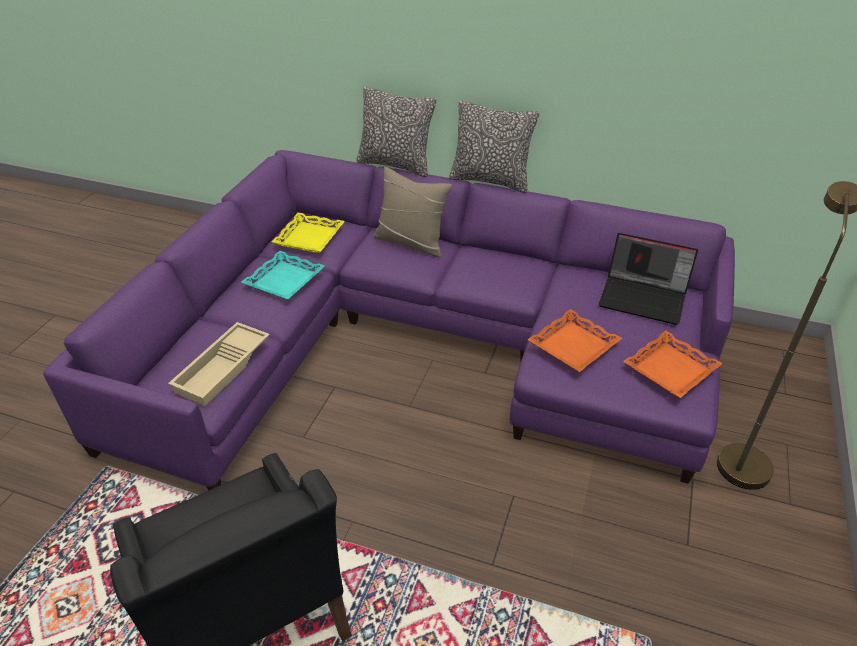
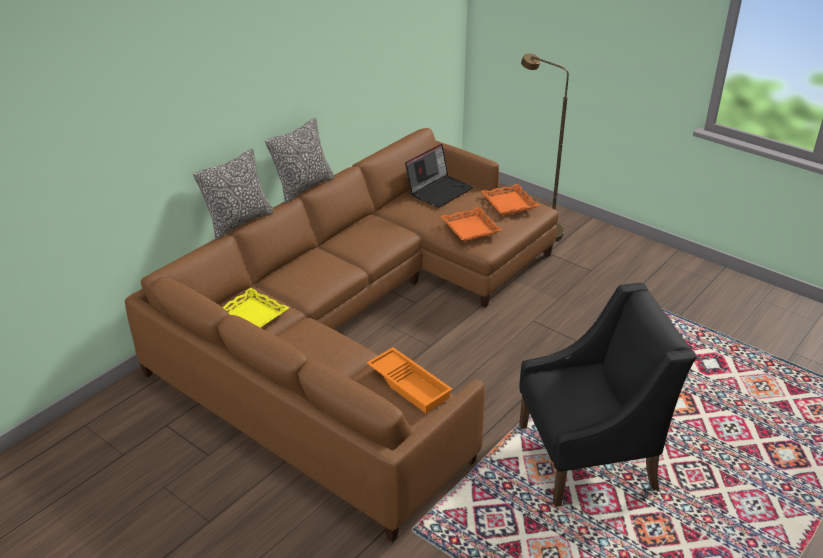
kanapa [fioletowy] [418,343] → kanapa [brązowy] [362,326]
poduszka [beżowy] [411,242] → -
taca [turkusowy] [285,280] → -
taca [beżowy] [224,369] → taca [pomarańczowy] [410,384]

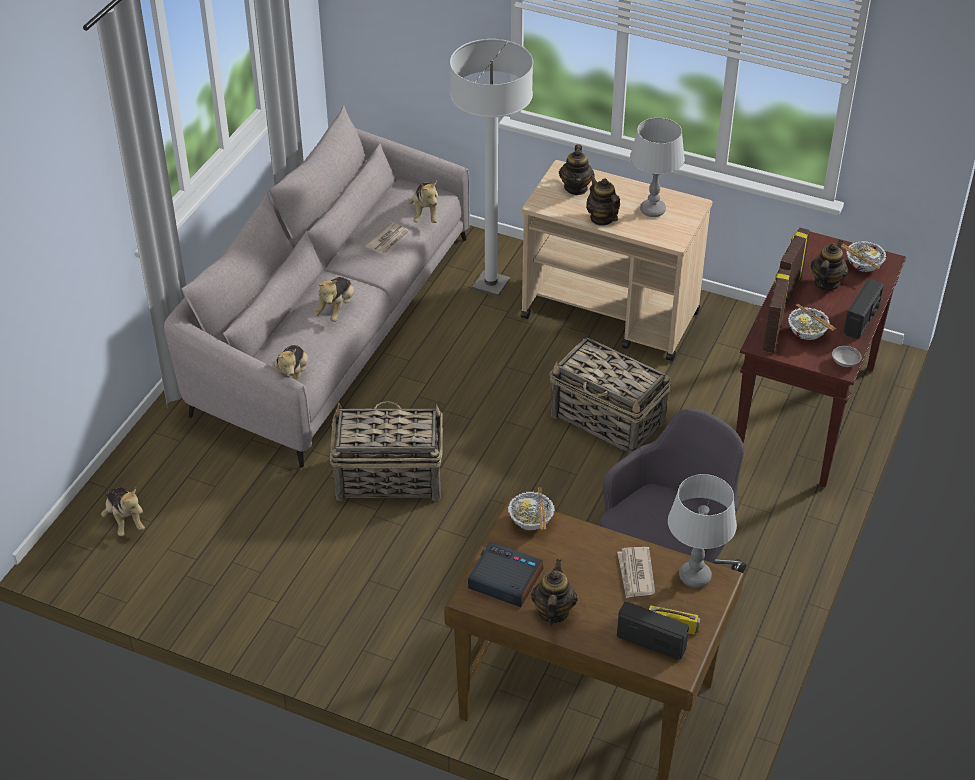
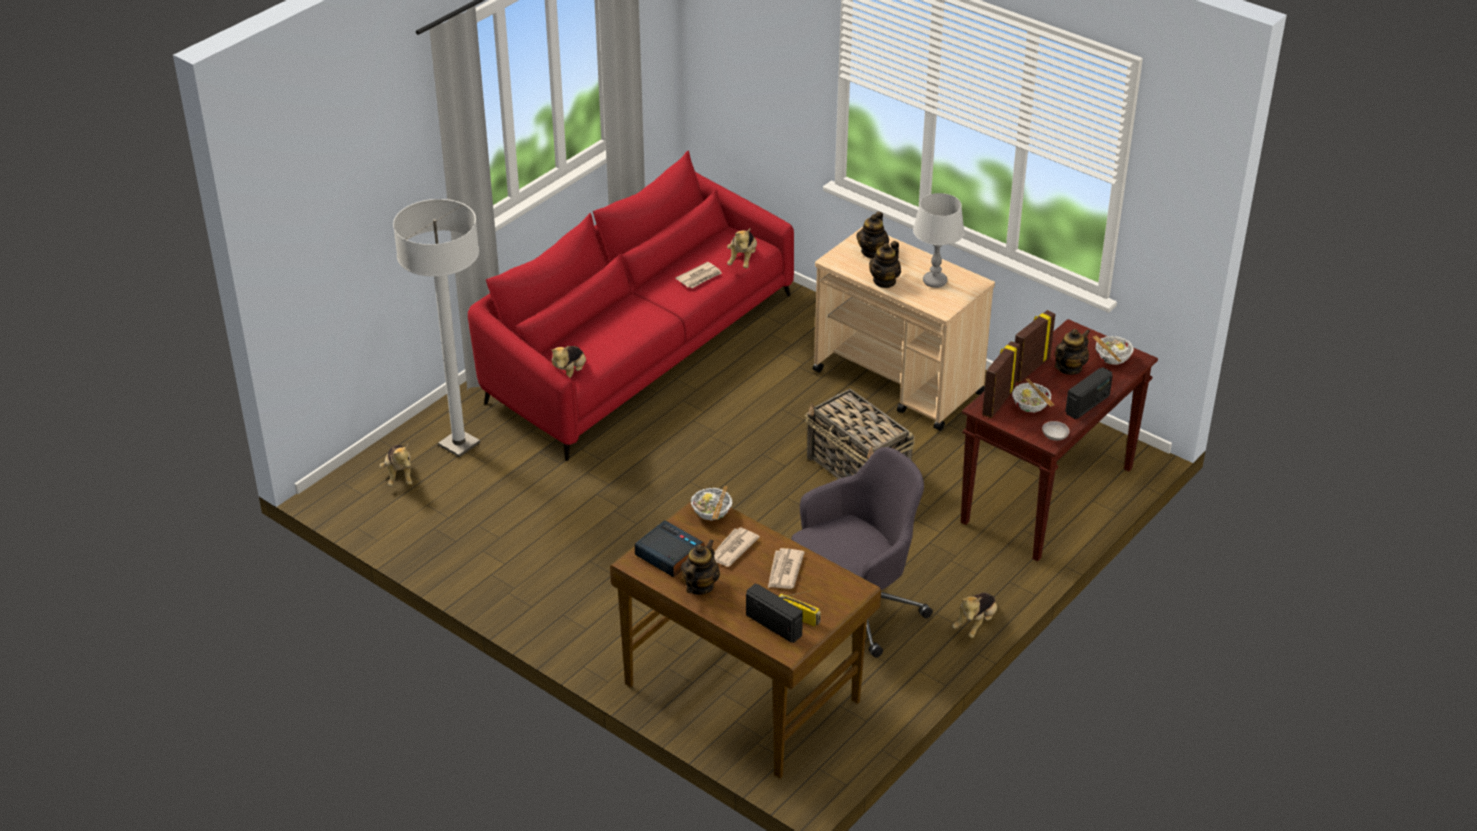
lampa stojąca [biały] [491,285] → lampa stojąca [biały] [459,444], shifted
kanapa [szary] [329,326] → kanapa [czerwony] [635,349]
imbryk [602,218] → imbryk [884,281], 135 degrees counterclockwise
pluszak [336,309] → pluszak [976,623], shifted
koszyk [387,477] → -
lampa stołowa [szary] [695,576] → -
- → gazeta [732,549]

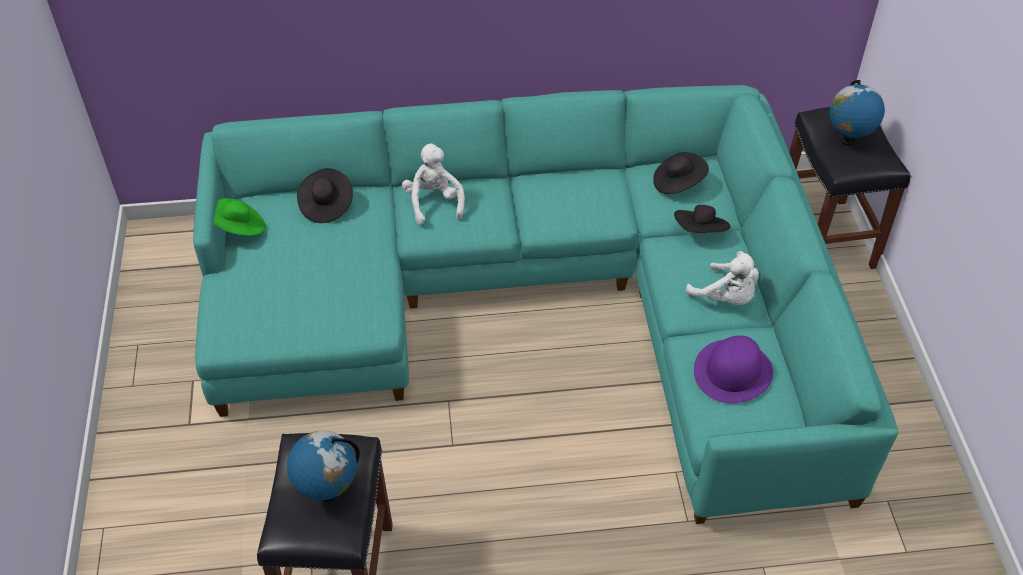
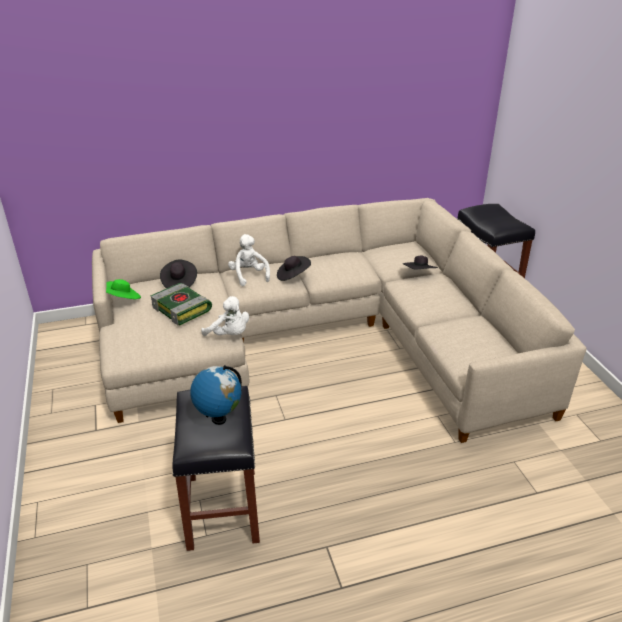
globus [848,140] → -
kanapa [turkusowy] [537,303] → kanapa [beżowy] [320,338]
kapelusz [czarny] [678,183] → kapelusz [czarny] [293,276], shifted
pluszak [biały] [726,298] → pluszak [biały] [229,335], shifted
kapelusz [fioletowy] [733,371] → -
- → książka [183,309]

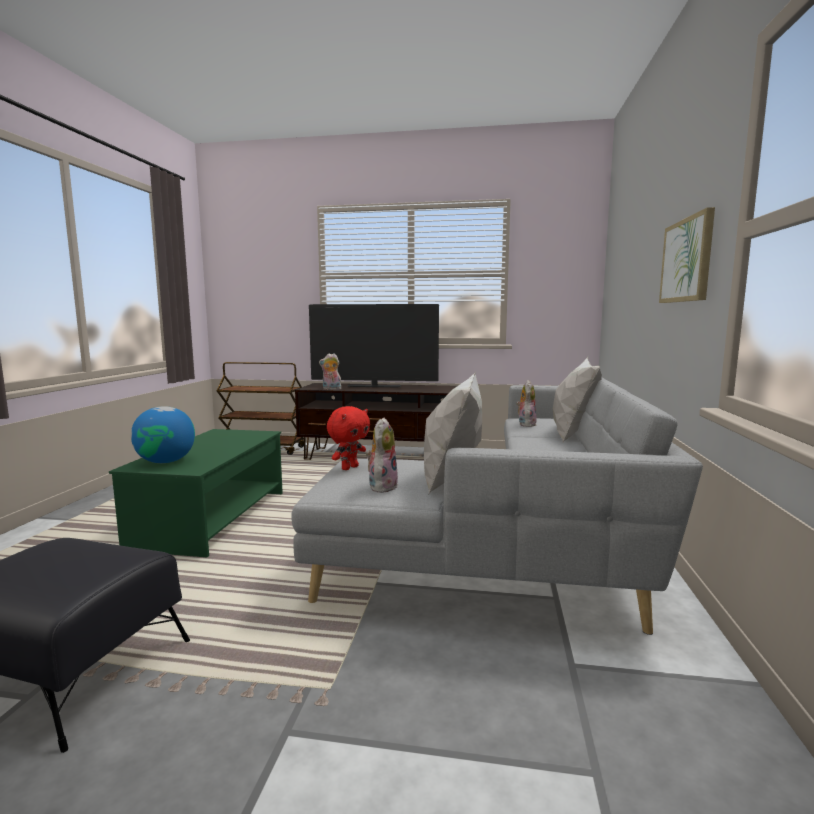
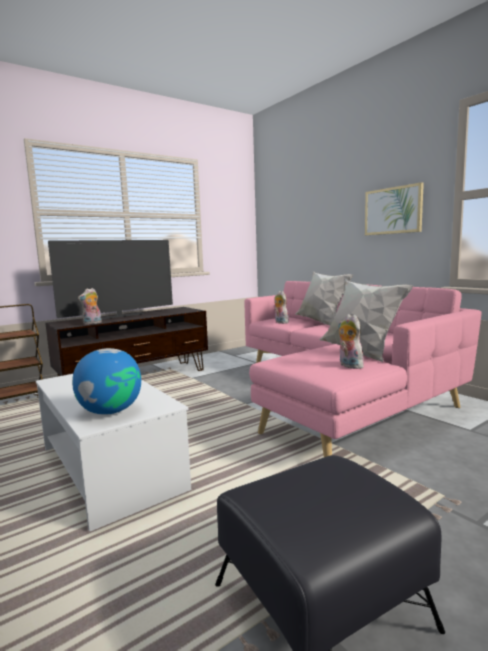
kanapa [szary] [518,544] → kanapa [różowy] [339,396]
pluszak [czerwony] [349,467] → -
ława [zielony] [212,519] → ława [biały] [110,468]

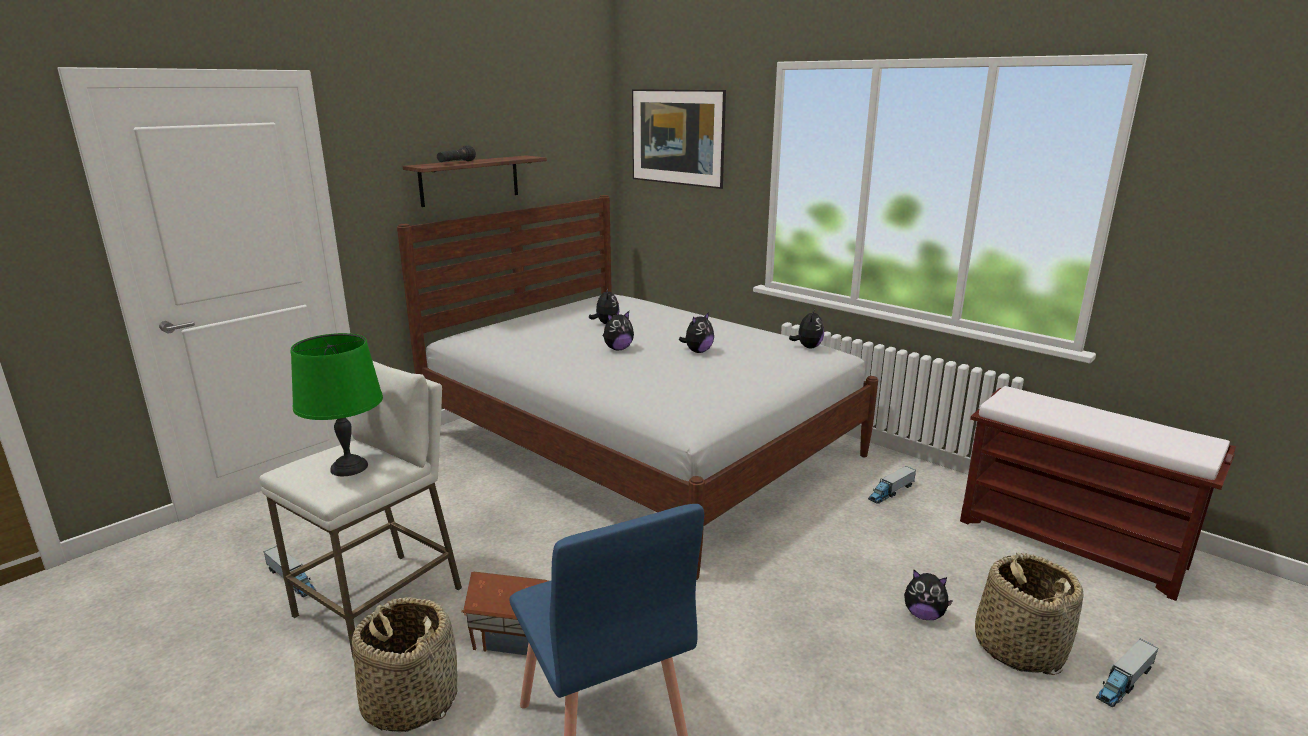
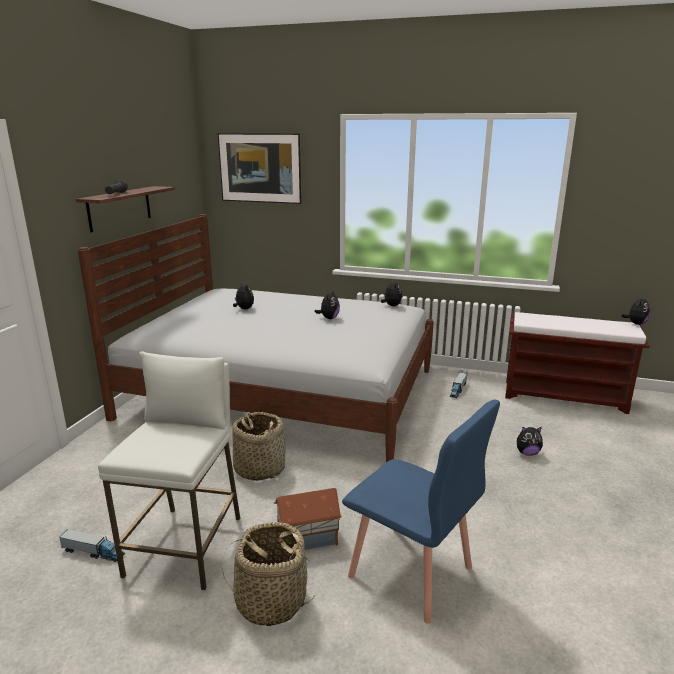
pluszak [618,349] → pluszak [635,323], shifted
lampa stołowa [zielony] [349,467] → -
koszyk [1018,647] → koszyk [259,468], shifted
ciężarówka zabawkowa [1124,682] → -

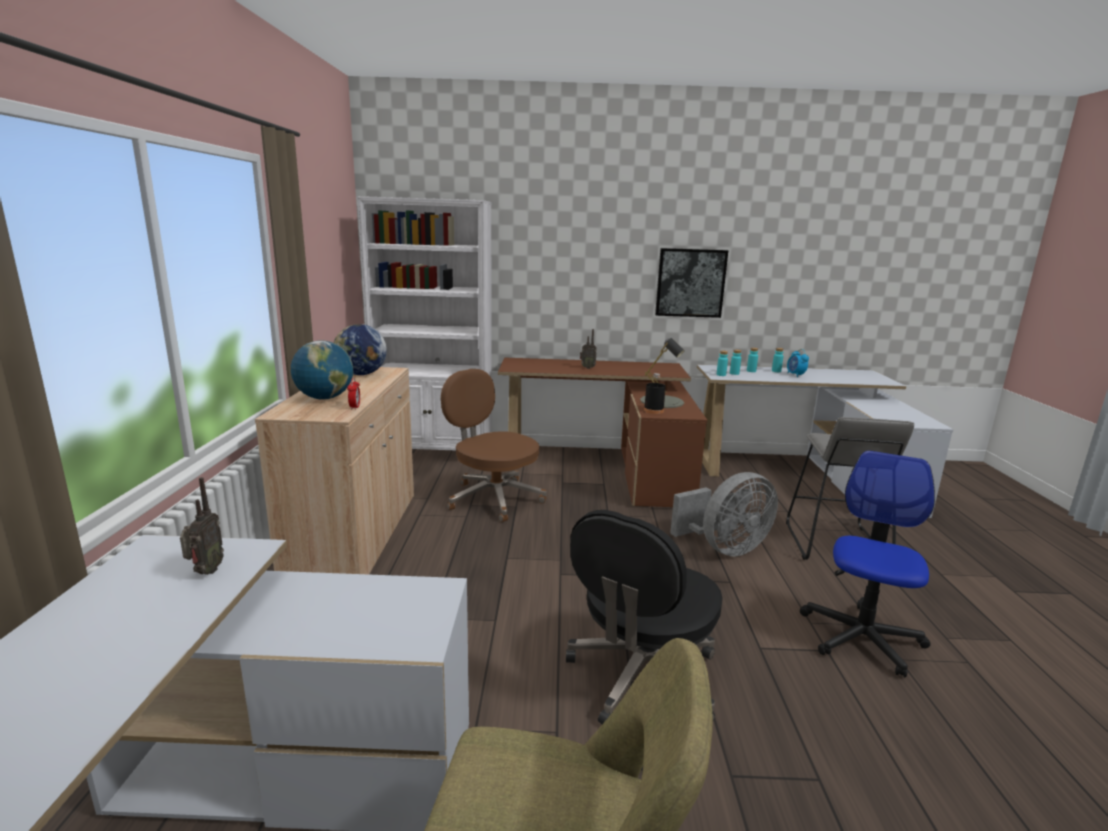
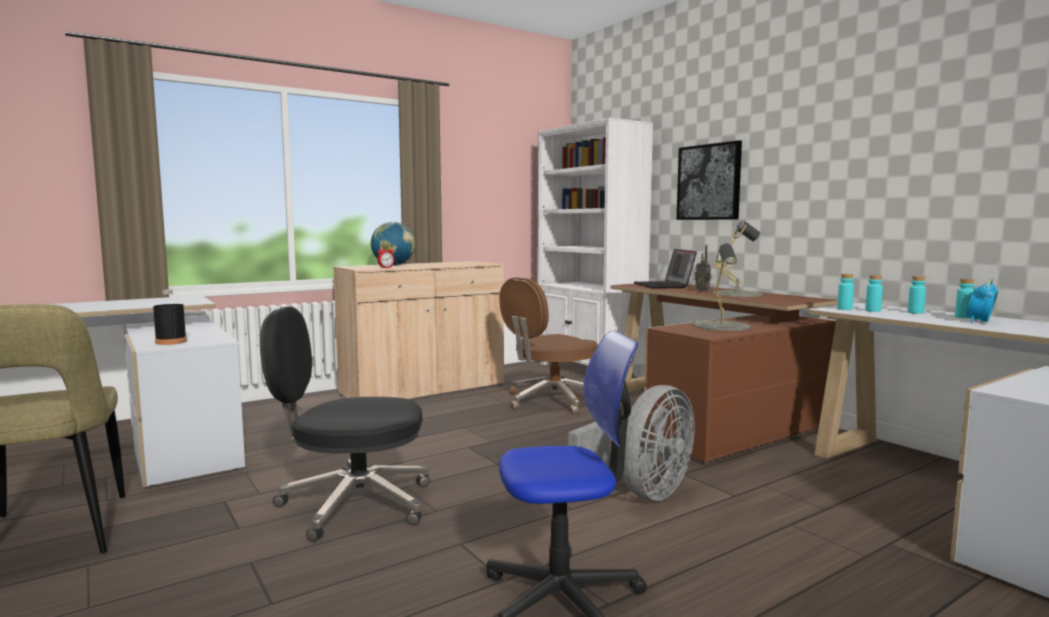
obraz [690,283] → obraz [709,182], shifted
globus [361,374] → -
krzesło biurowe [brązowy] [493,498] → krzesło biurowe [brązowy] [551,401], 135 degrees counterclockwise
butelka [czarny] [653,411] → butelka [czarny] [171,342], shifted
stołek [szary] [834,543] → -
wentylator [szary] [725,548] → wentylator [szary] [642,494], 75 degrees counterclockwise
radio [205,572] → -
- → lampa stołowa [szary] [737,294]
- → laptop [664,286]

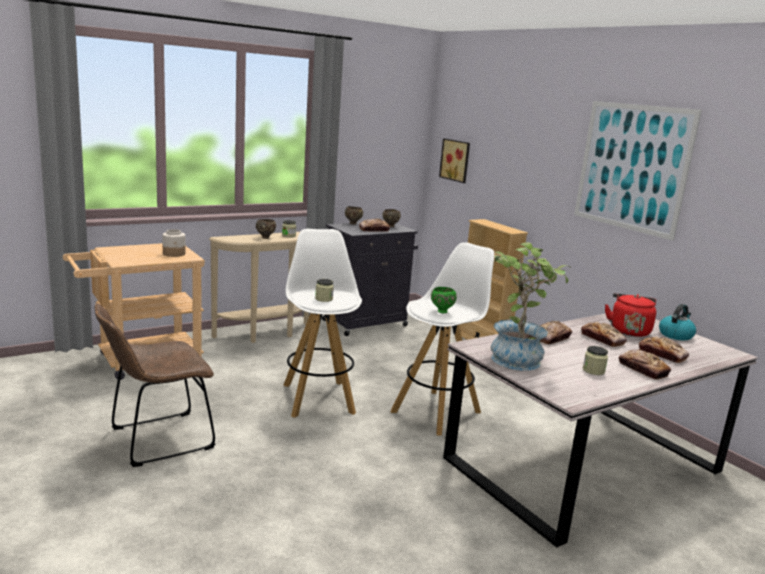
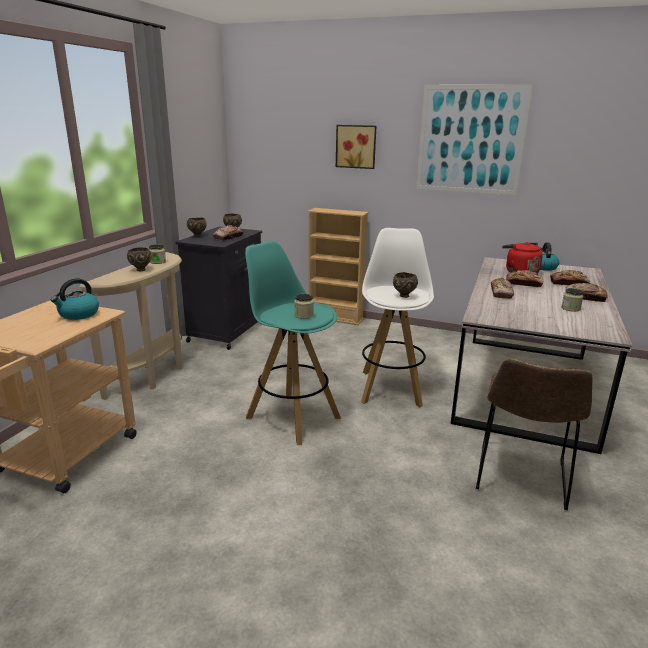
obraz [456,160] → obraz [356,146], shifted
słoik [174,254] → czajnik [78,314]
stołek [biały] [318,398] → stołek [turkusowy] [292,417]
roślina doniczkowa [517,357] → -
miska [zielony] [441,311] → miska [brązowy] [403,296]
krzesło [brązowy] [156,440] → krzesło [brązowy] [521,478], shifted

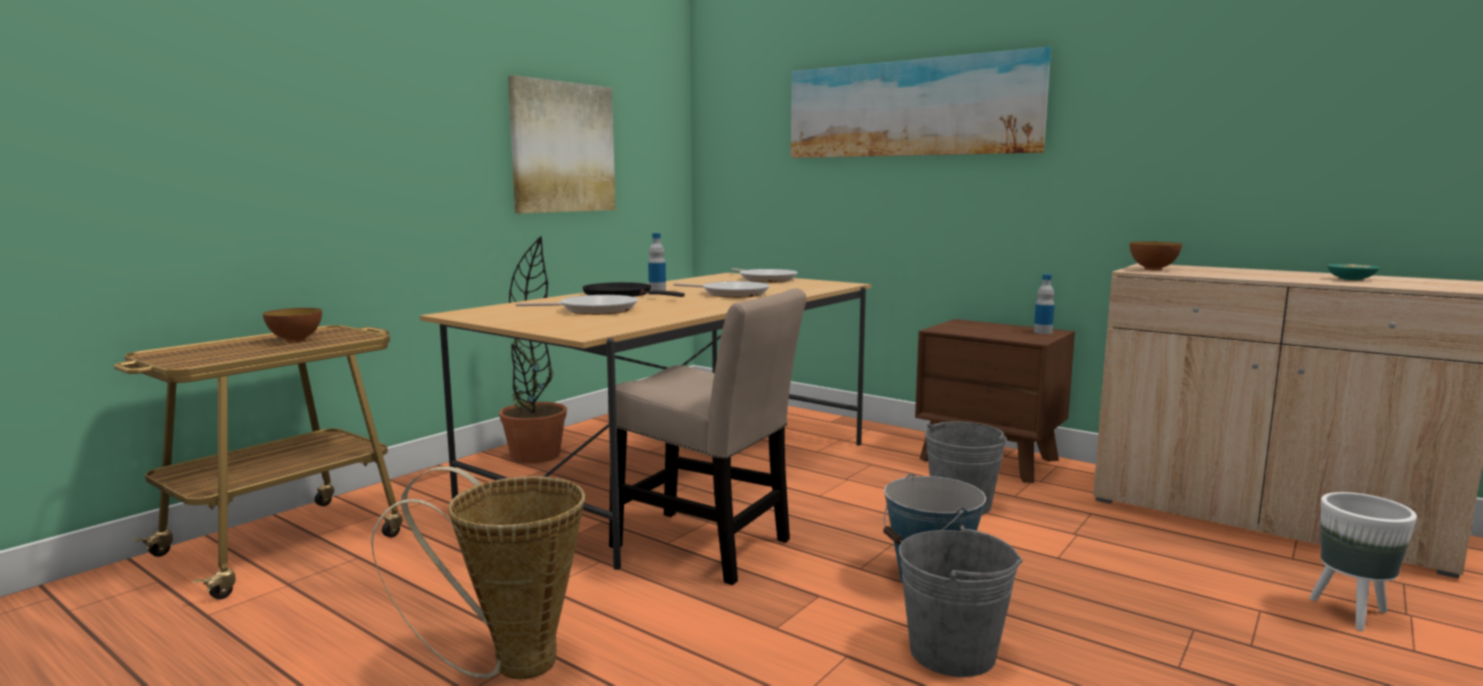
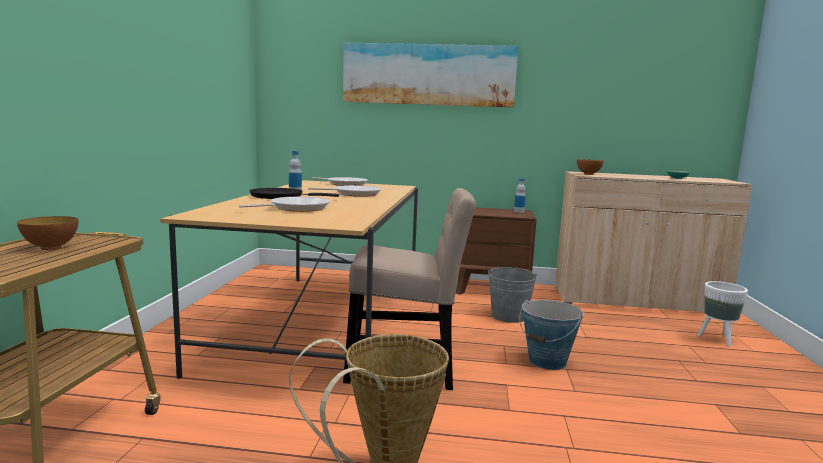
obraz [562,147] → -
roślina doniczkowa [535,455] → -
wiadro [szary] [952,652] → -

